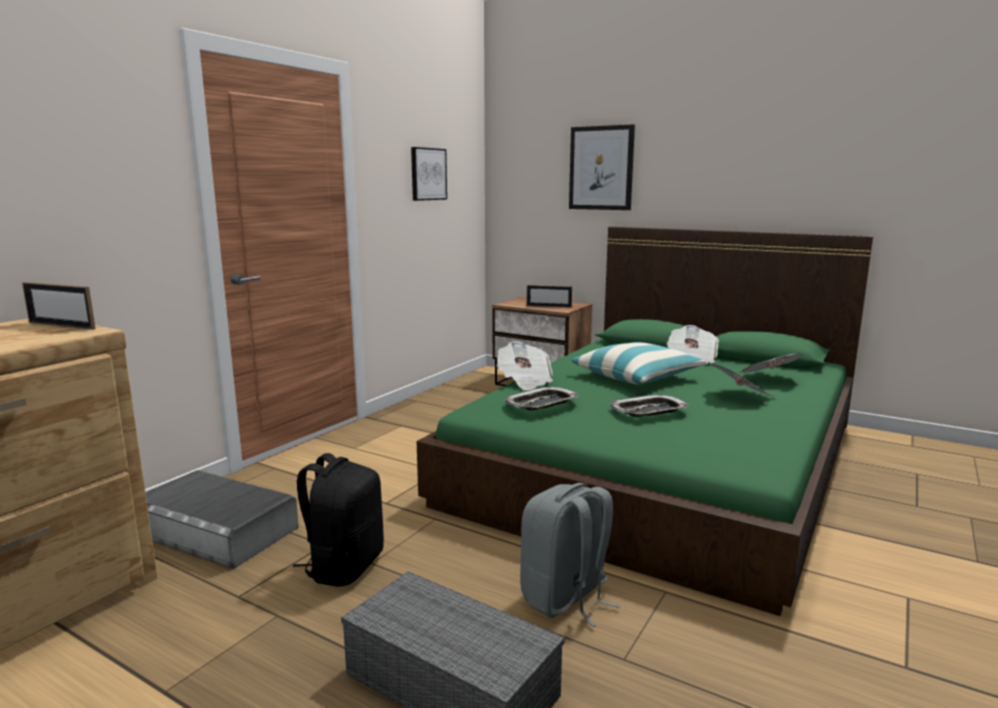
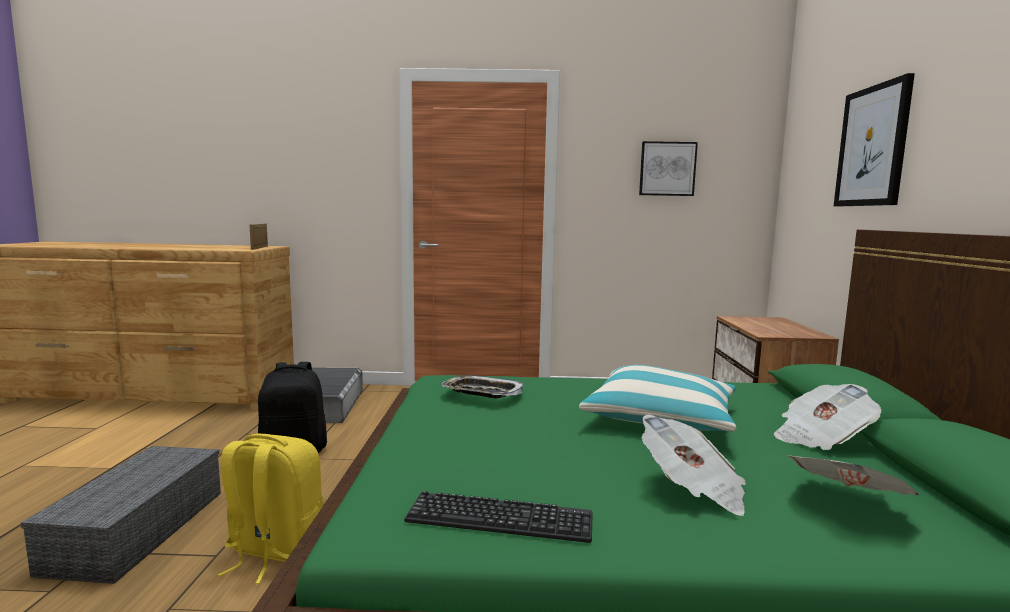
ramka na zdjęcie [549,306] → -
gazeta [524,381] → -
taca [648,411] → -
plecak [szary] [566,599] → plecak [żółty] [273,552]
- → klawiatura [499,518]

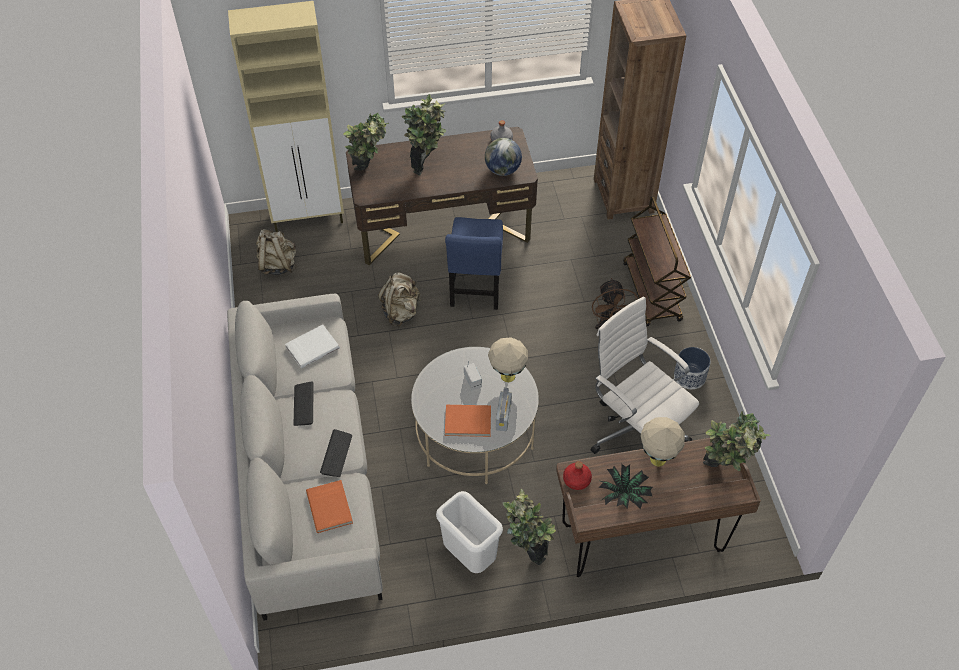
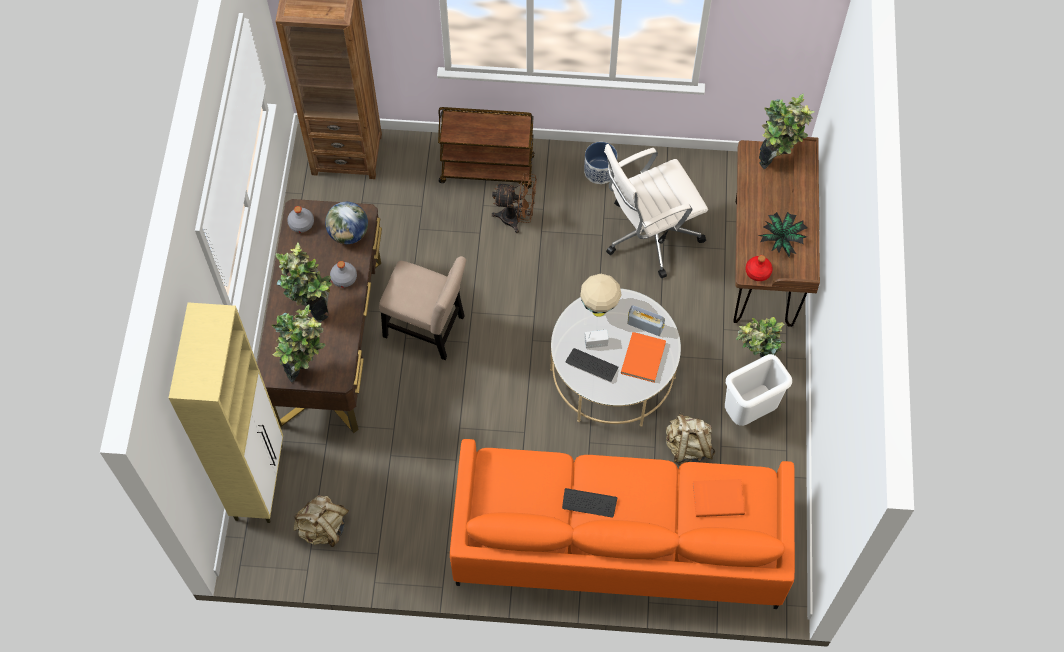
krzesło [niebieski] [476,288] → krzesło [beżowy] [427,329]
plecak [beżowy] [401,312] → plecak [beżowy] [687,447], shifted
kanapa [szary] [308,471] → kanapa [pomarańczowy] [619,540]
książka [biały] [312,347] → -
lampa stołowa [beżowy] [657,458] → -
klawiatura [336,454] → klawiatura [592,365], shifted
- → butelka [szary] [344,278]

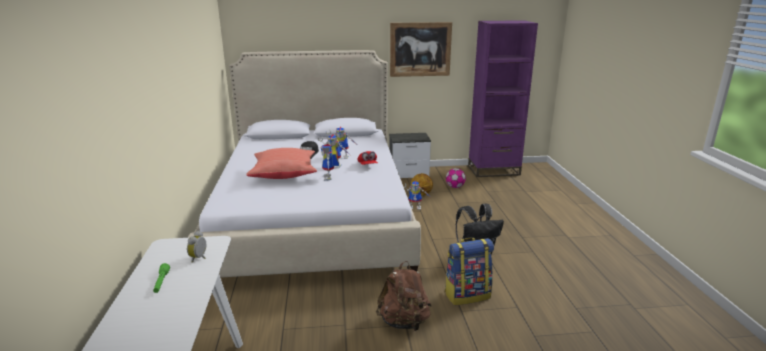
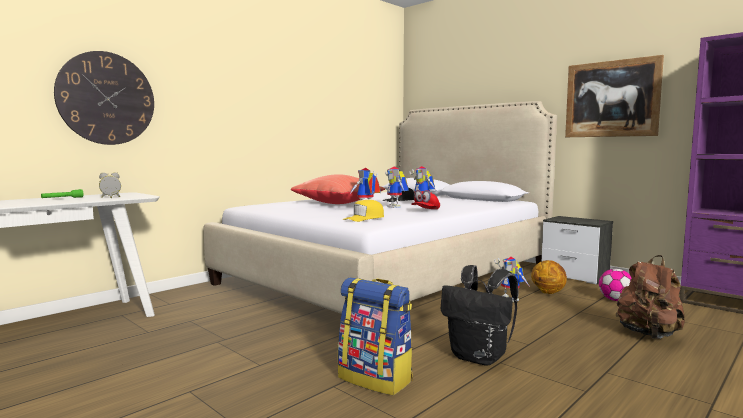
plecak [brązowy] [404,322] → plecak [brązowy] [648,335], shifted
- → zegar ścienny [106,98]
- → czapka z daszkiem [żółty] [364,218]

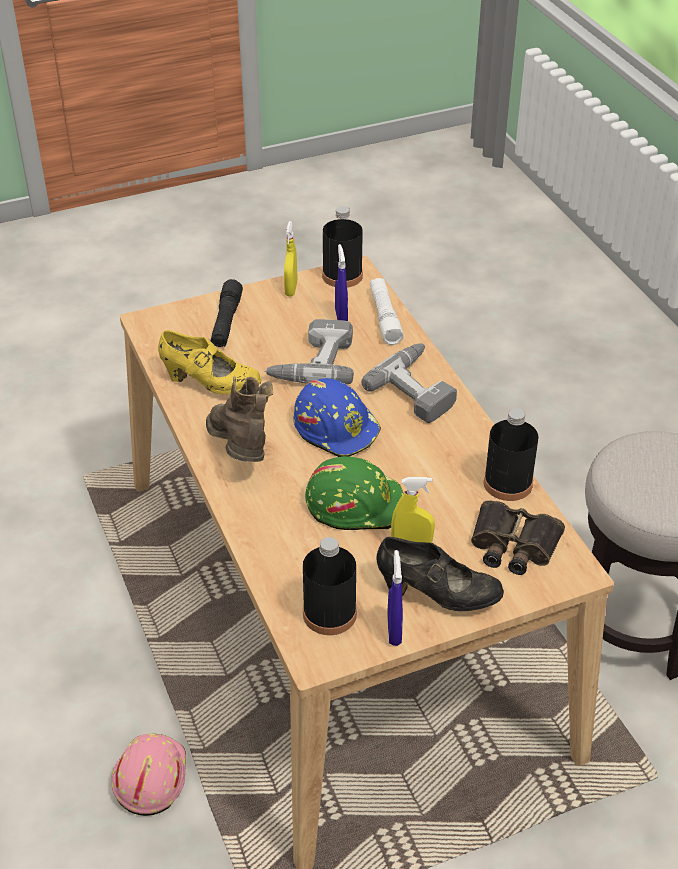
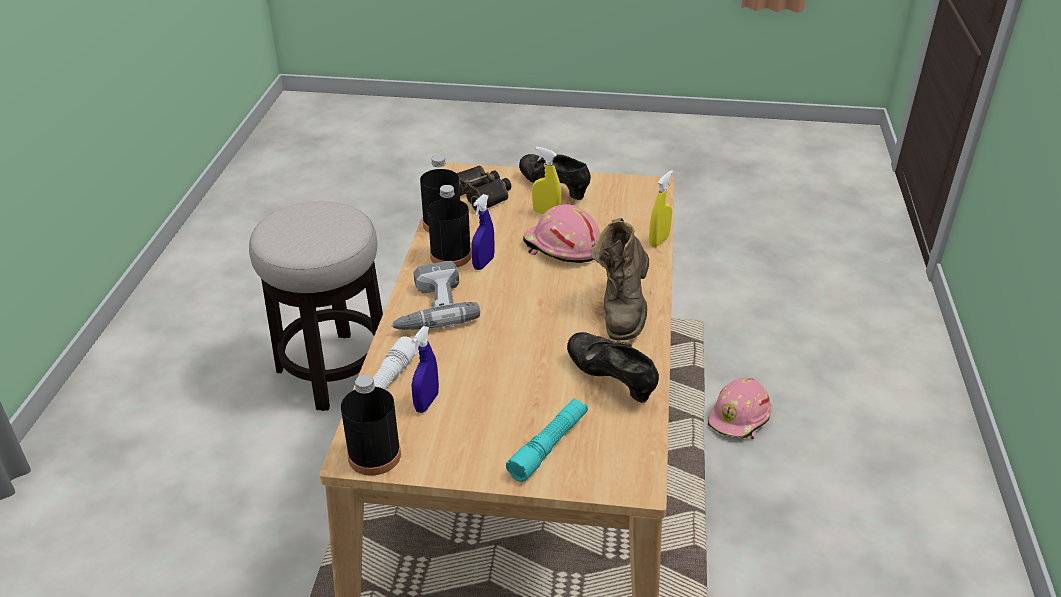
spryskiwacz [żółty] [291,289] → spryskiwacz [żółty] [659,241], shifted
latarka [czarny] [226,322] → latarka [turkusowy] [549,446]
wiertarka [312,362] → -
but [żółty] [210,384] → but [czarny] [611,380]
kask [niebieski] [337,428] → -
kask [zielony] [355,503] → kask [różowy] [561,248]
butelka [czarny] [329,614] → butelka [czarny] [450,256], shifted
spryskiwacz [niebieski] [394,631] → spryskiwacz [niebieski] [483,263], shifted

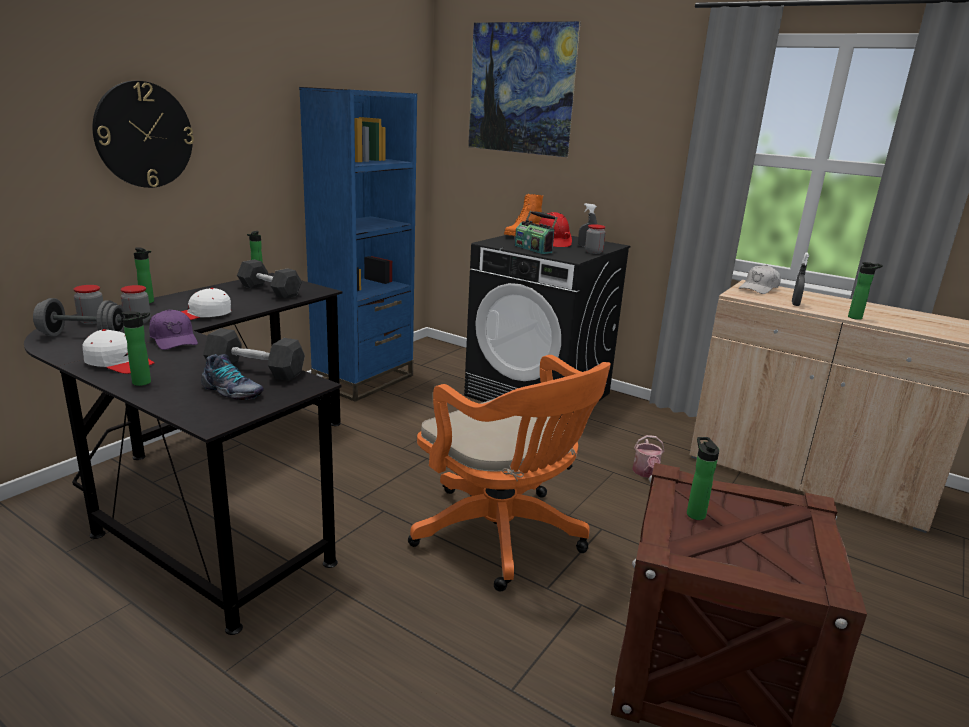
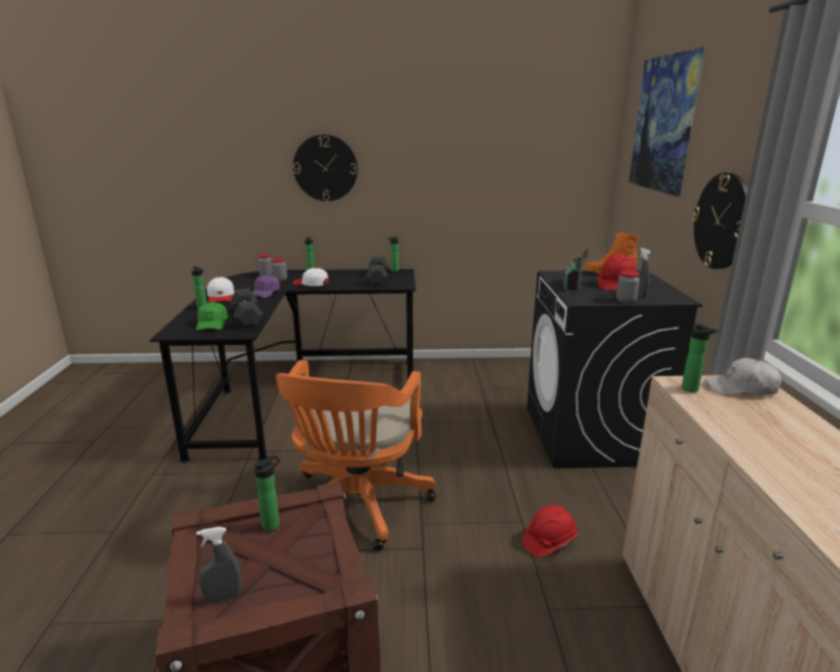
regał [niebieski] [364,380] → -
spryskiwacz [szary] [795,304] → spryskiwacz [szary] [223,598], shifted
butelka [857,317] → butelka [692,390], shifted
hantel [szary] [83,336] → -
but [231,391] → czapka z daszkiem [zielony] [212,323]
konewka [646,473] → kask [czerwony] [549,541]
- → zegar ścienny [722,221]

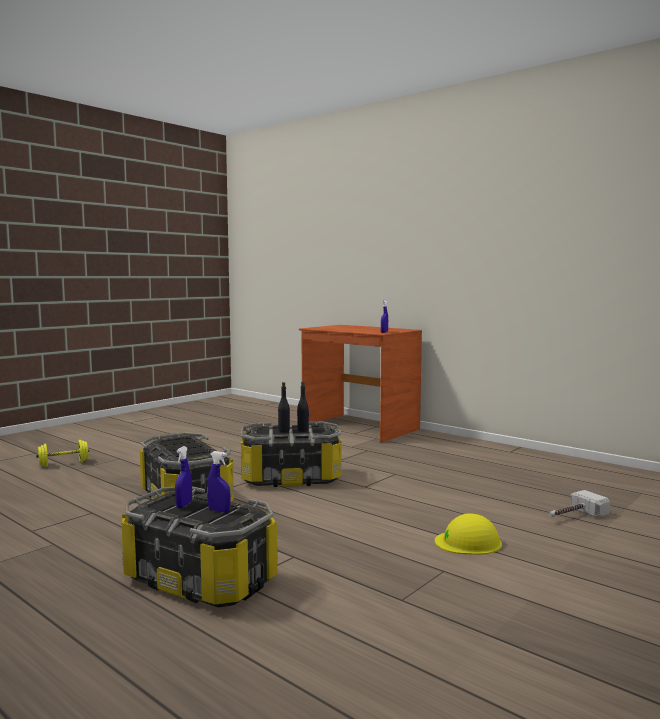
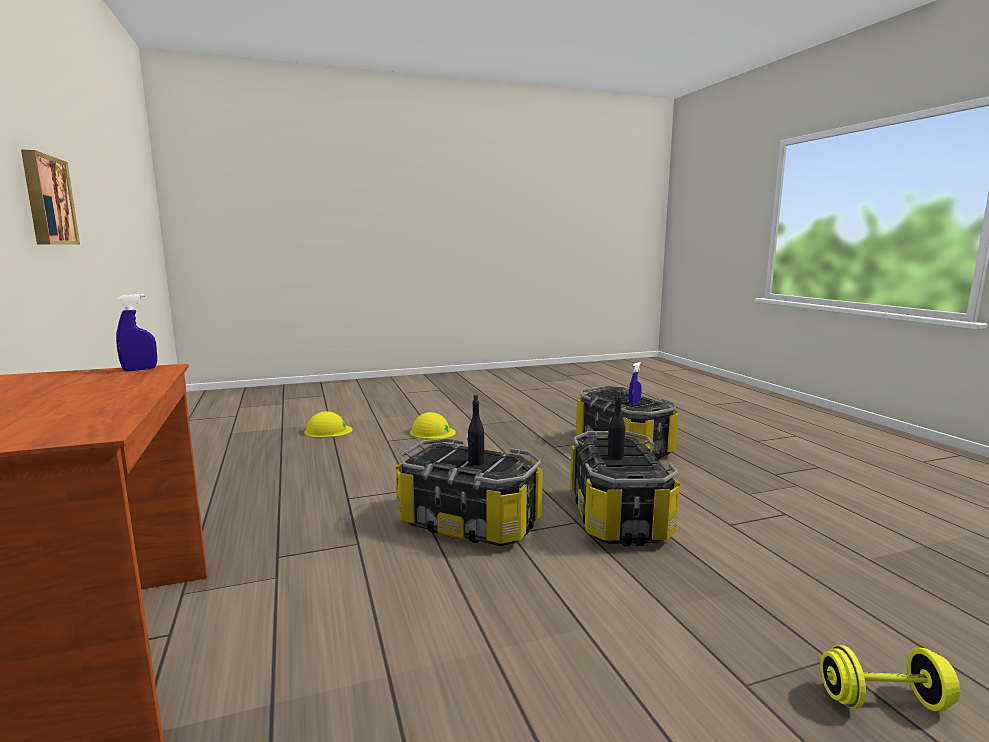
butelka [czarny] [303,430] → butelka [czarny] [615,457], shifted
spryskiwacz [niebieski] [219,511] → -
młotek [573,516] → kask [żółty] [328,431]
- → obraz [46,200]

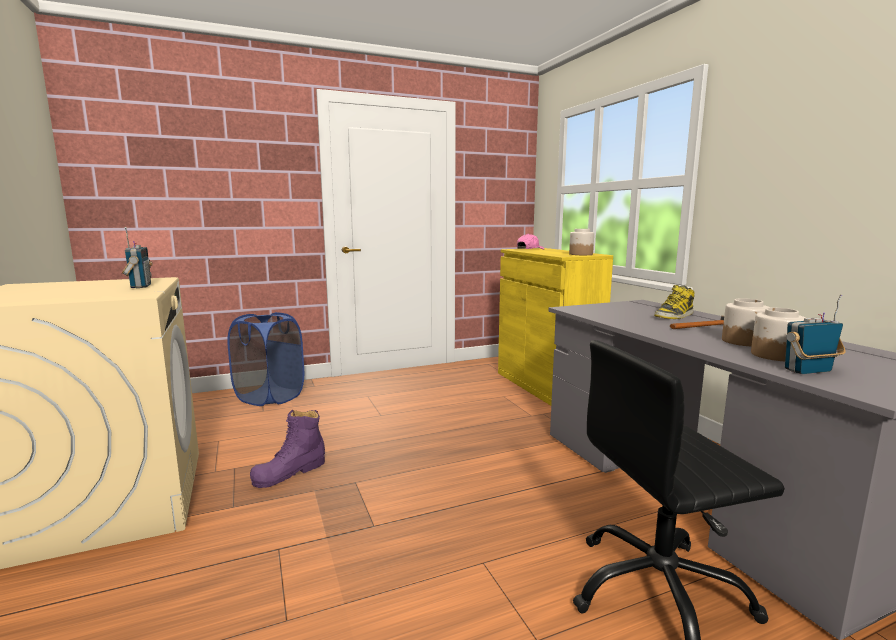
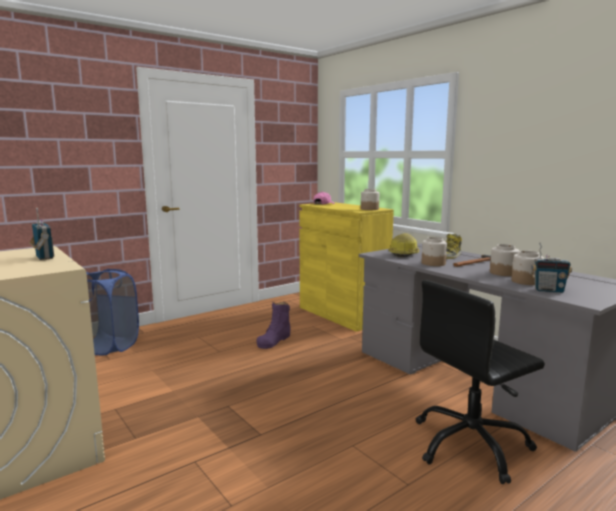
radio [808,371] → radio [548,290], 135 degrees counterclockwise
but z cholewką [fioletowy] [290,472] → but z cholewką [fioletowy] [274,340], shifted
- → kask [404,254]
- → słoik [433,263]

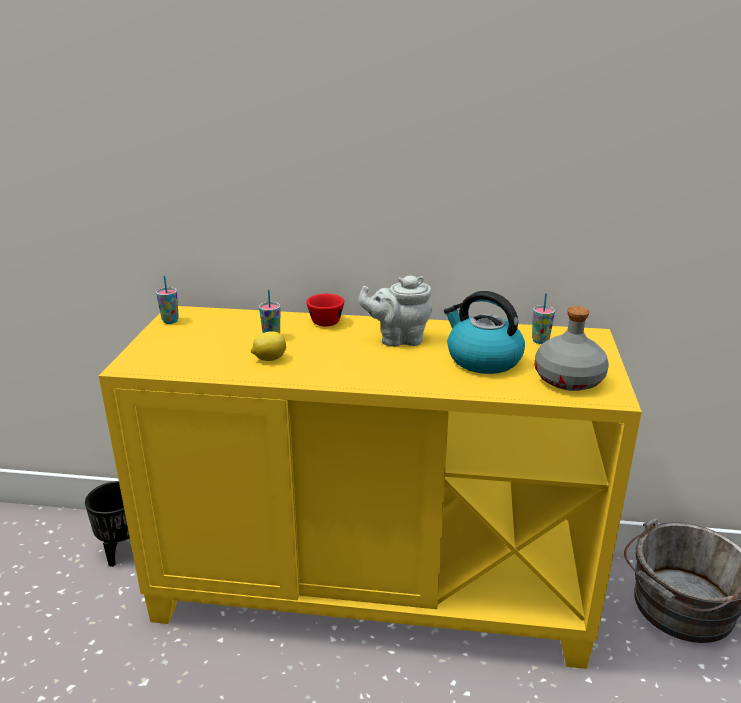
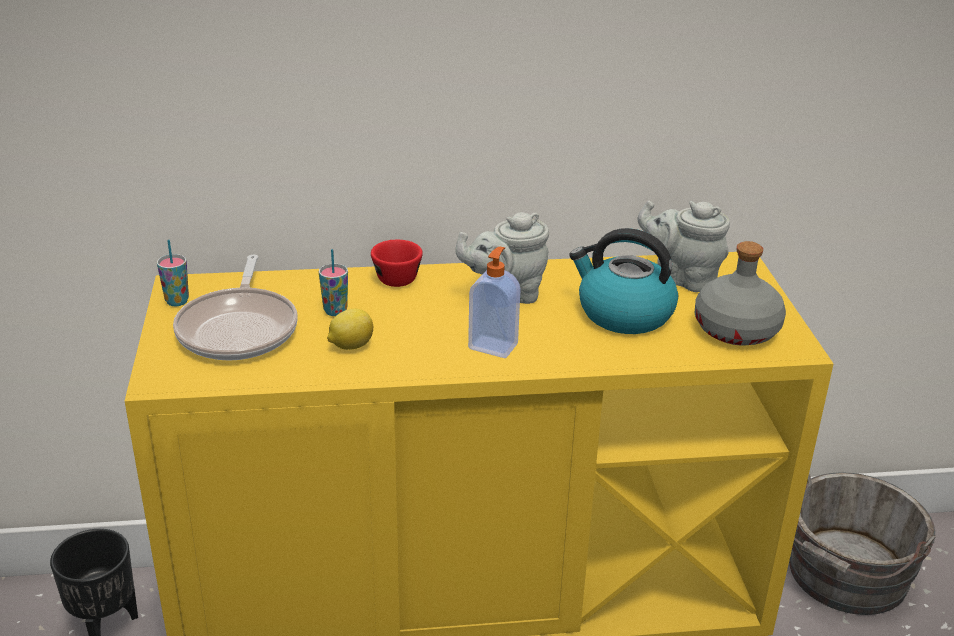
filiżanka [540,341] → imbryk [szary] [681,278]
- → dozownik mydła [493,346]
- → patelnia [239,328]

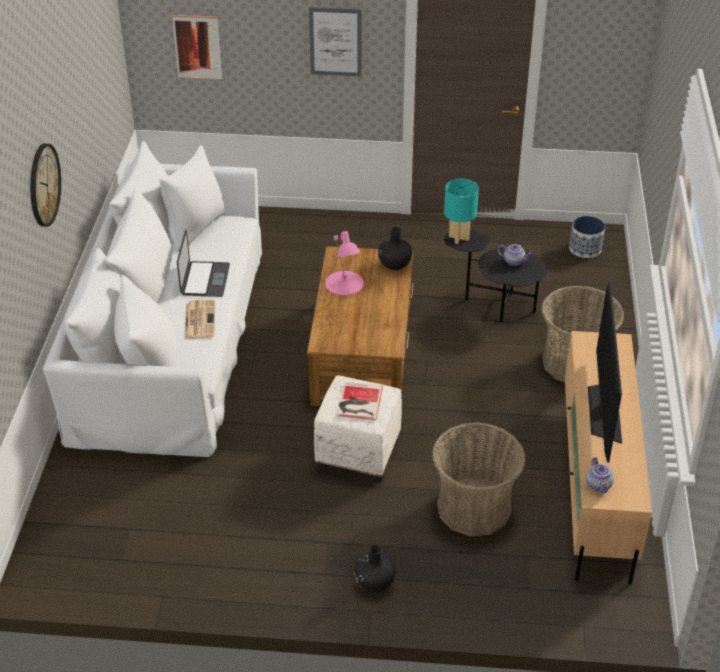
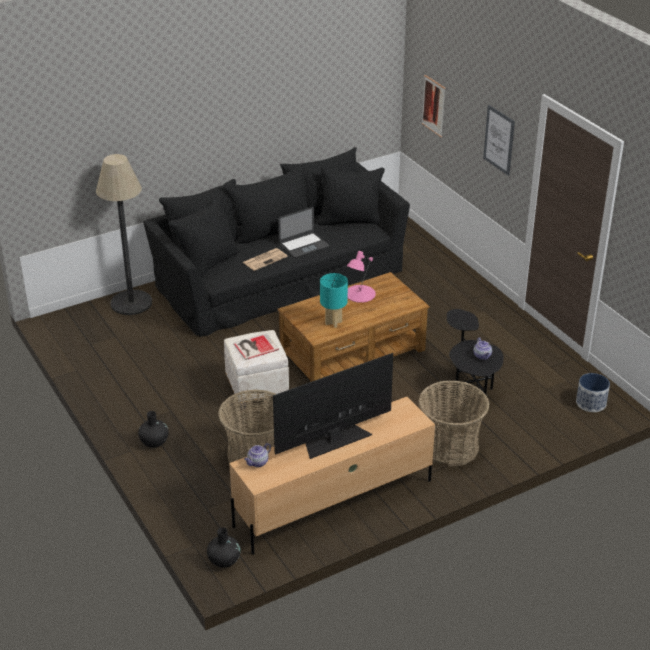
kanapa [biały] [171,341] → kanapa [czarny] [280,278]
zegar ścienny [43,185] → -
lampa stołowa [turkusowy] [459,238] → lampa stołowa [turkusowy] [333,323], shifted
wazon [czarny] [394,264] → wazon [czarny] [224,560], shifted
- → lampa stojąca [131,303]

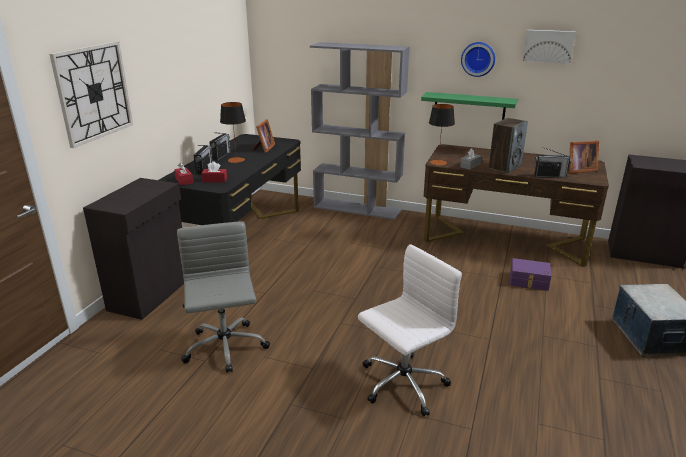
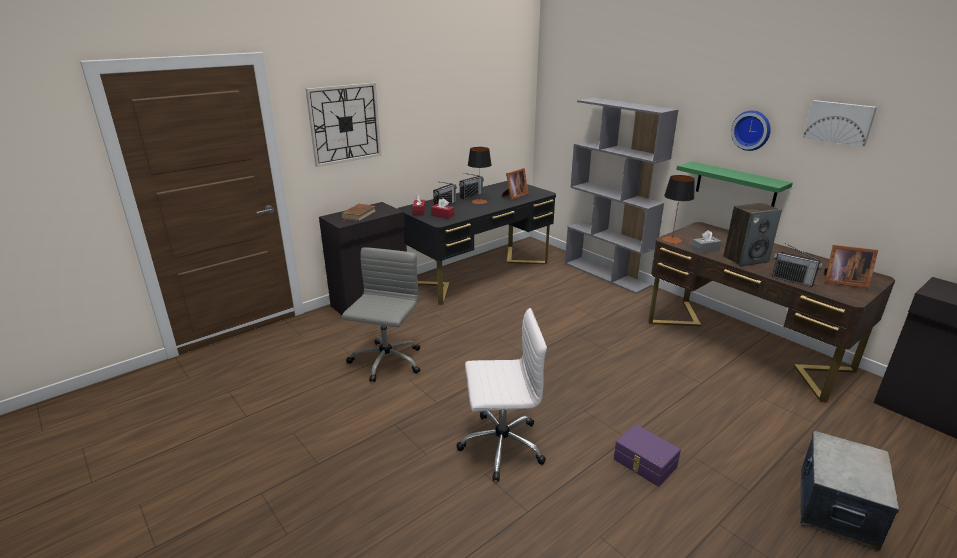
pojemnik do przechowywania [fioletowy] [529,282] → pojemnik do przechowywania [fioletowy] [644,464], shifted
- → książka [brązowy] [358,214]

